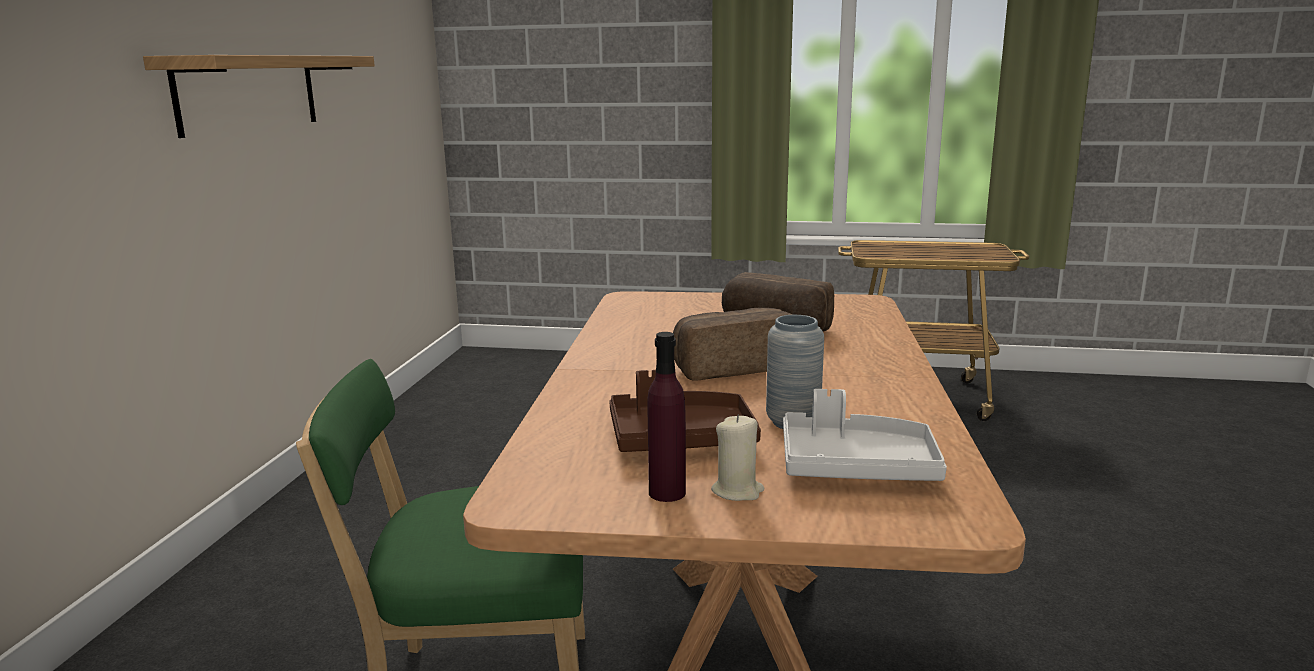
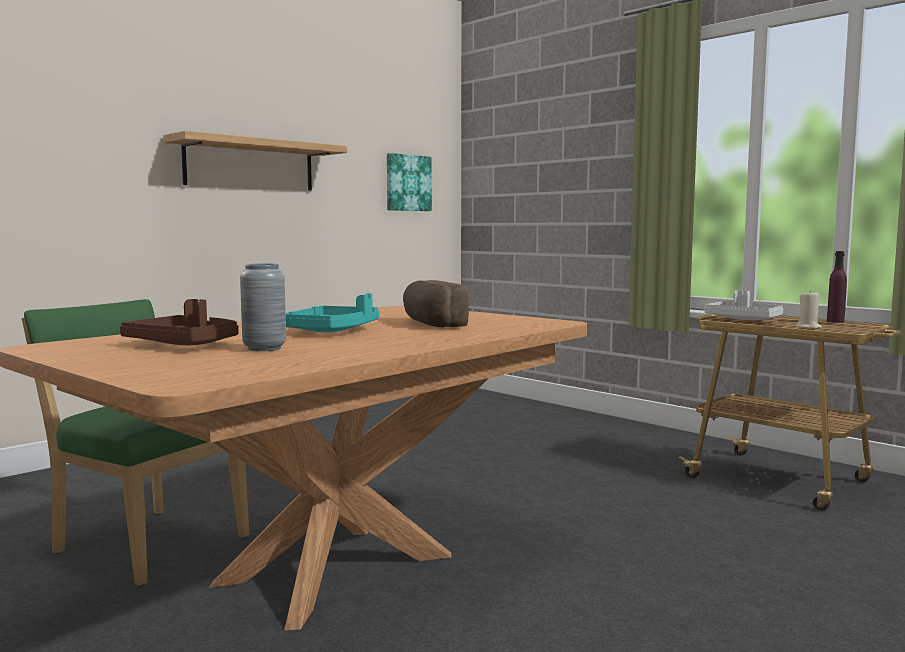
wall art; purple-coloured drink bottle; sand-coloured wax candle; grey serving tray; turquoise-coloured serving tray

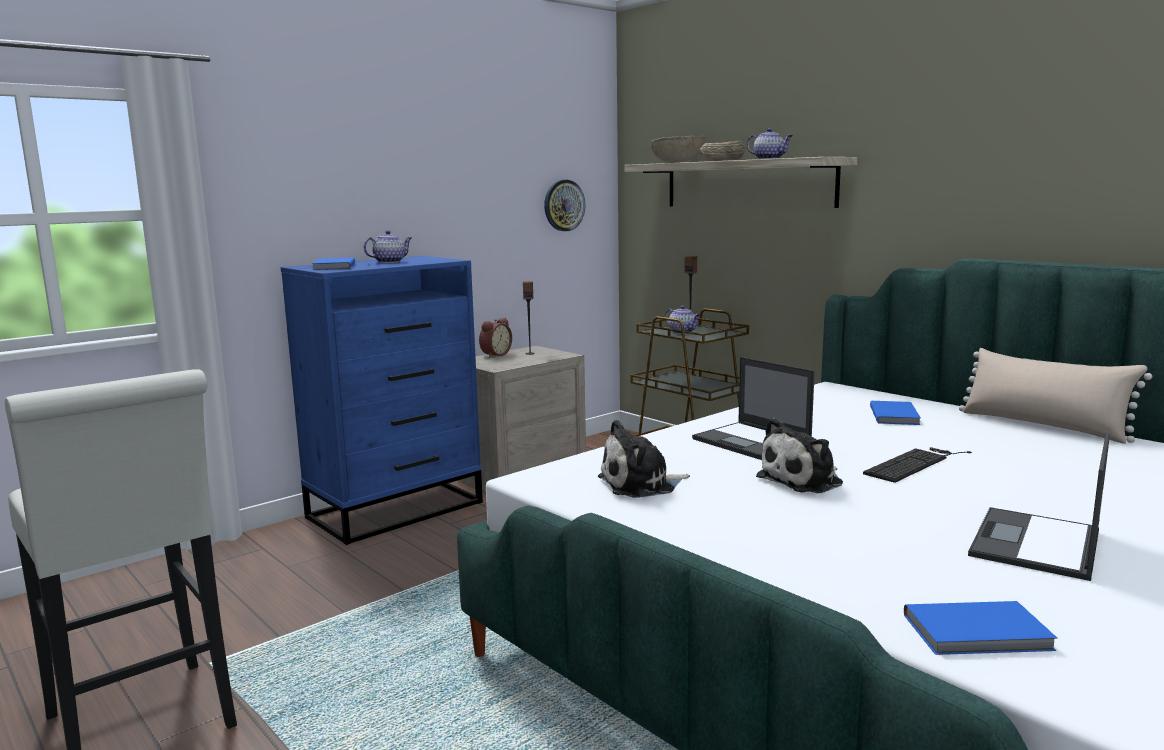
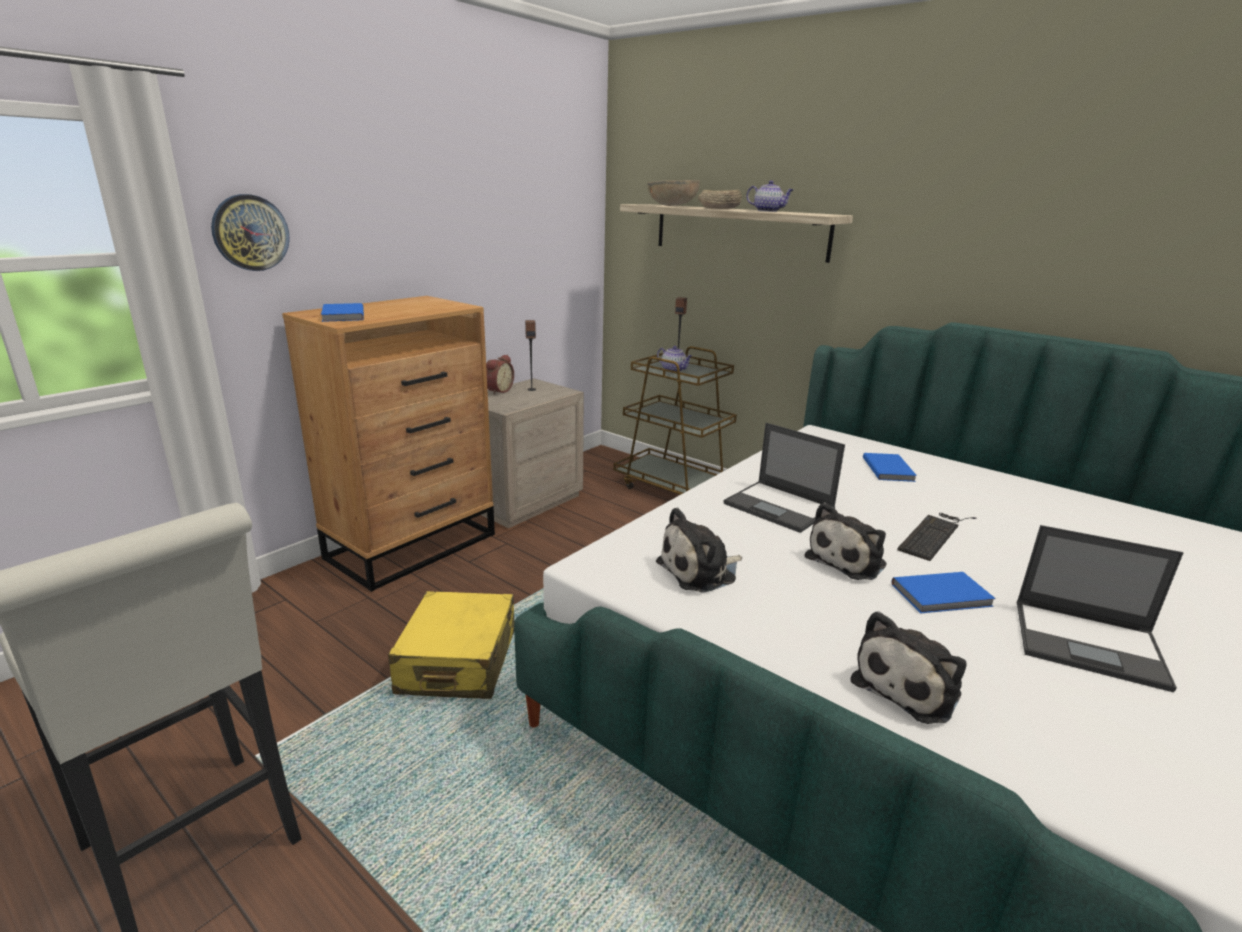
tea pot (1st from left in the first image); sand-coloured pillow; yellowish piece of luggage; plush toy (3rd from left); wall clock; bluish bound book (3rd from left); brown drawer chest; notebook computer (2nd from left)

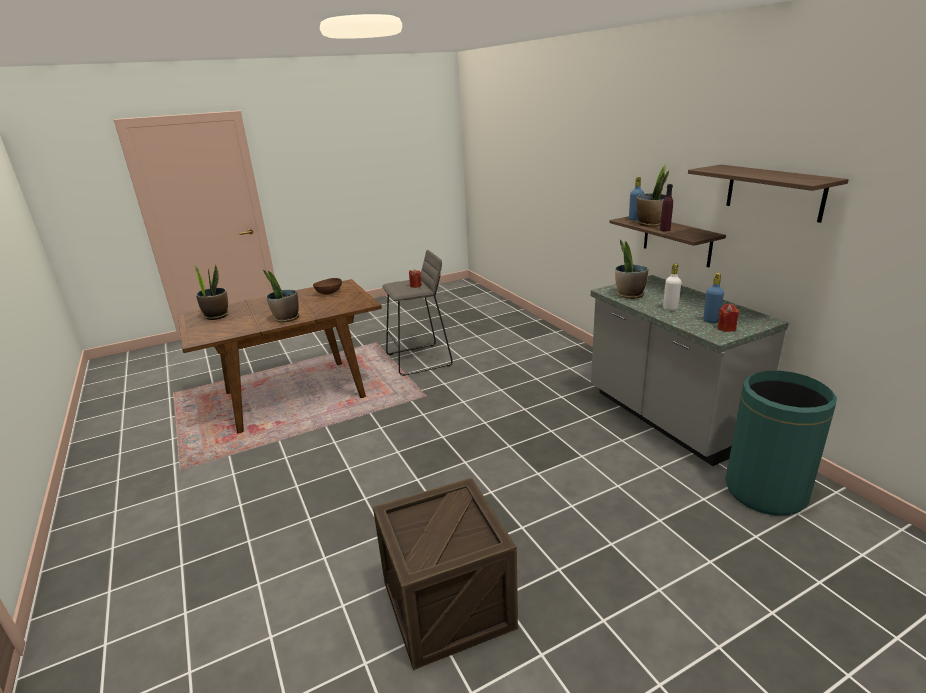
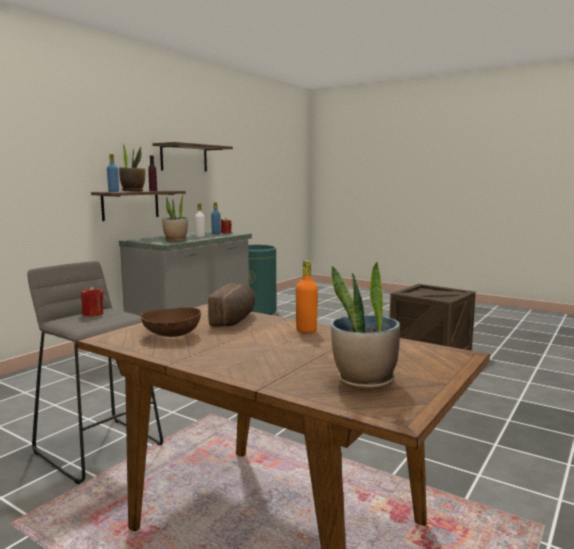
bread; orange-coloured drink bottle

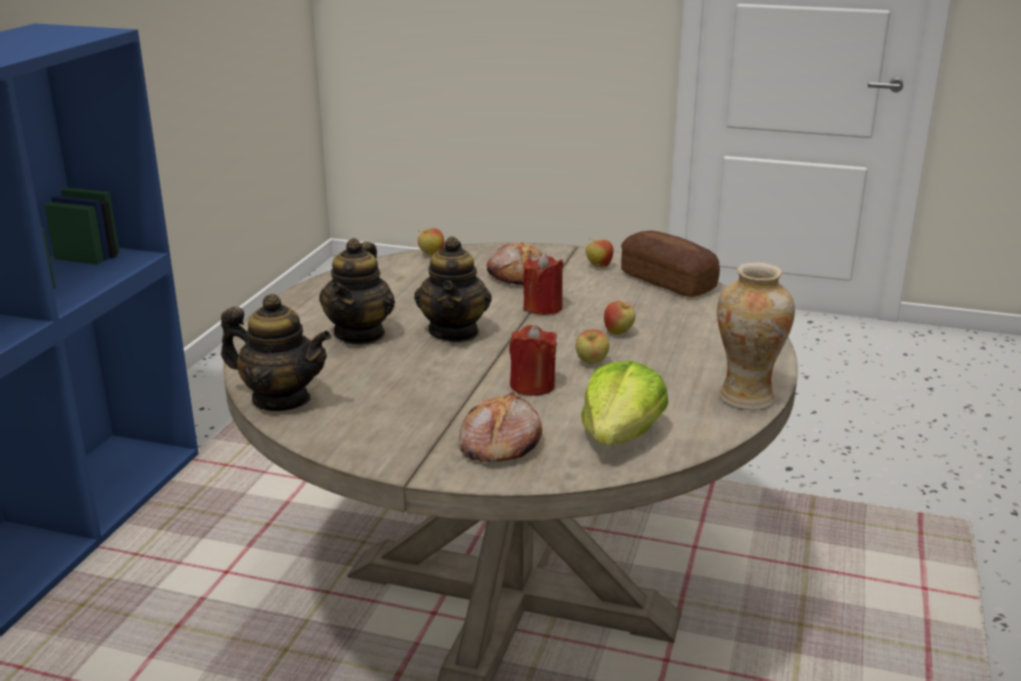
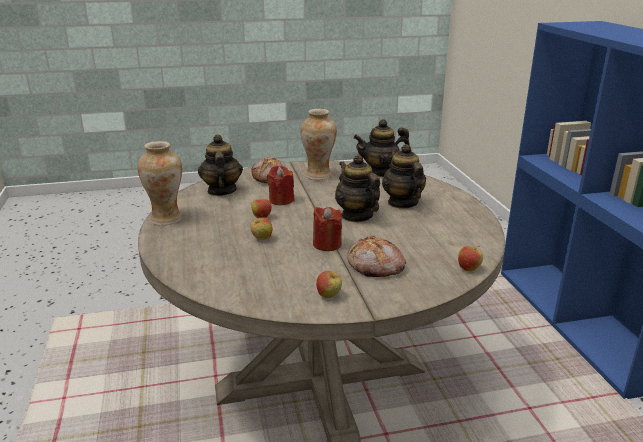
bread (3rd from left in the first image); decorative vase (2nd from left); tea pot (1st from left)

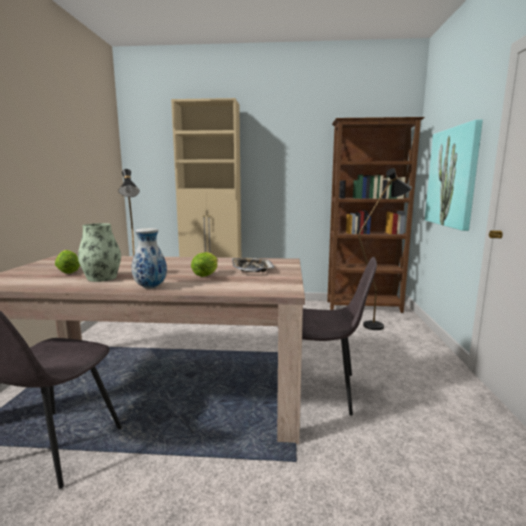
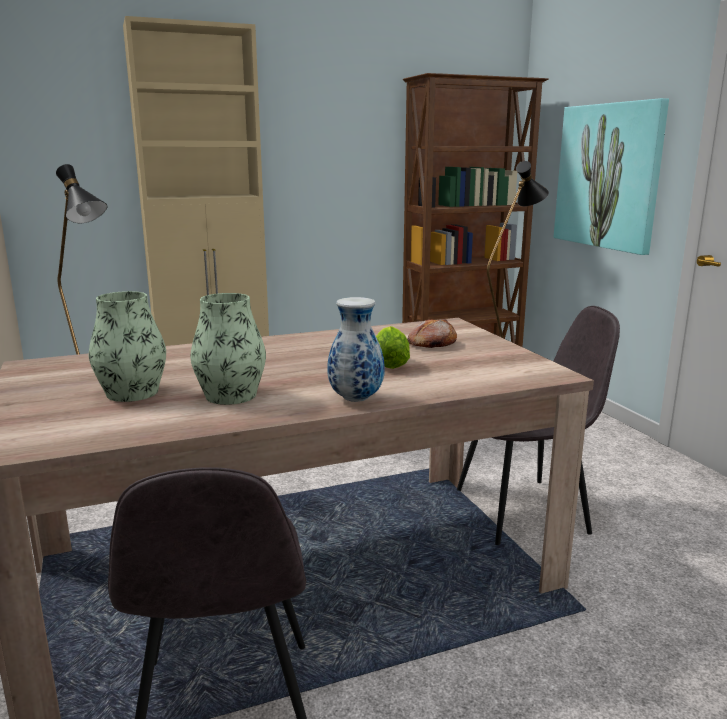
decorative vase (1st from left); bread

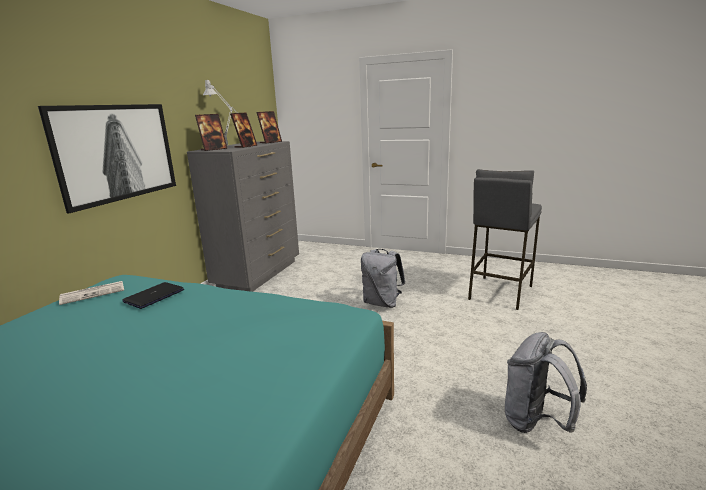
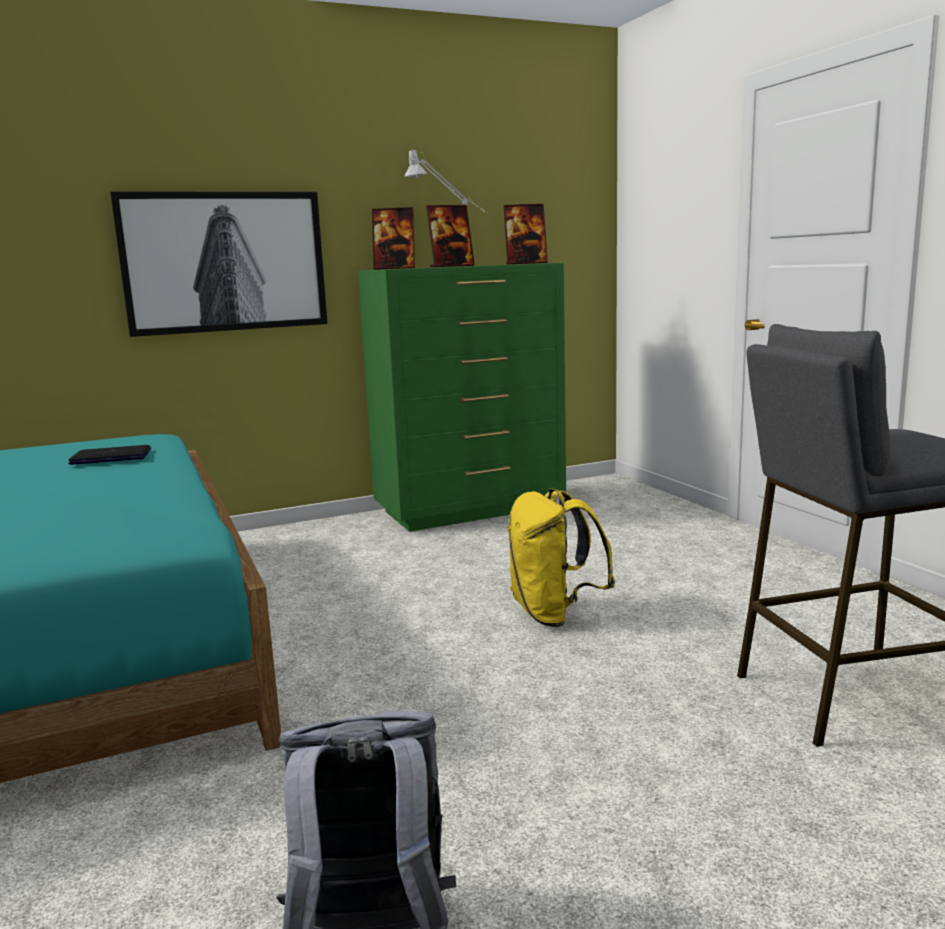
newspaper; greenish drawer chest; yellowish backpack

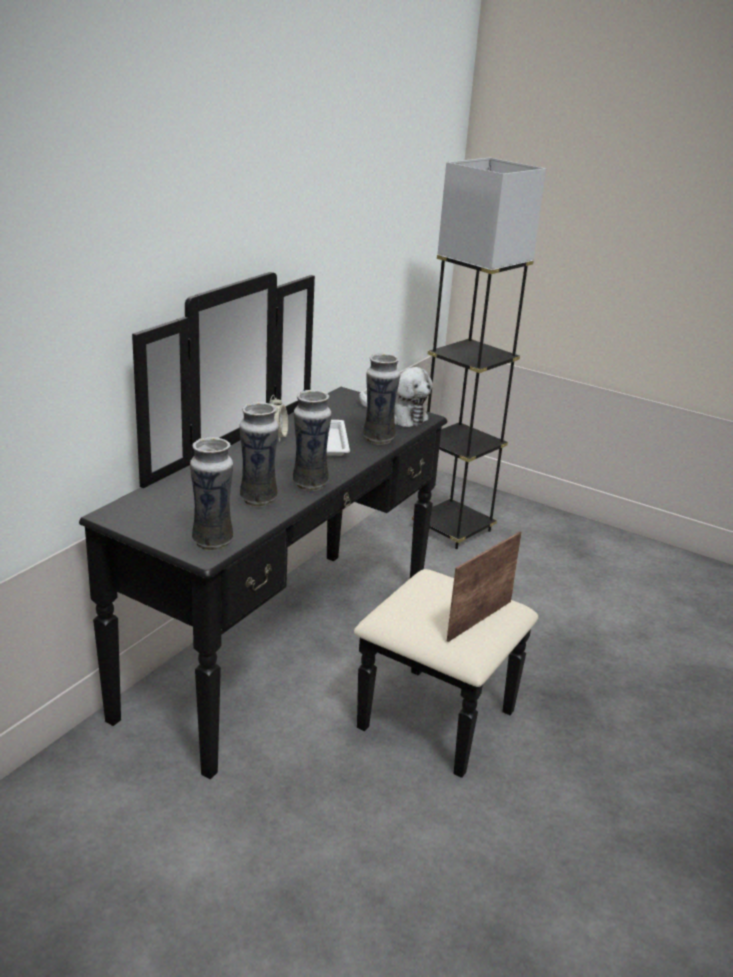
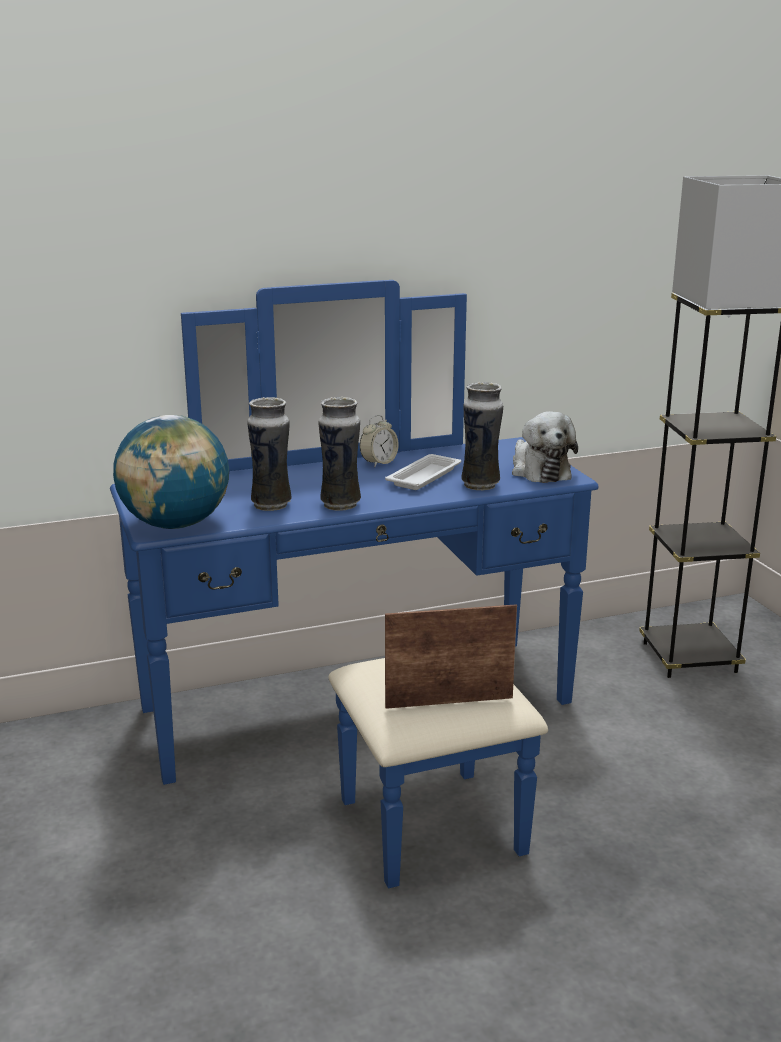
desk globe; bluish drawer chest

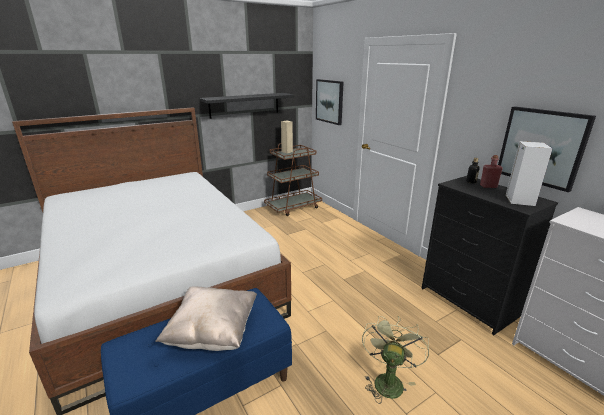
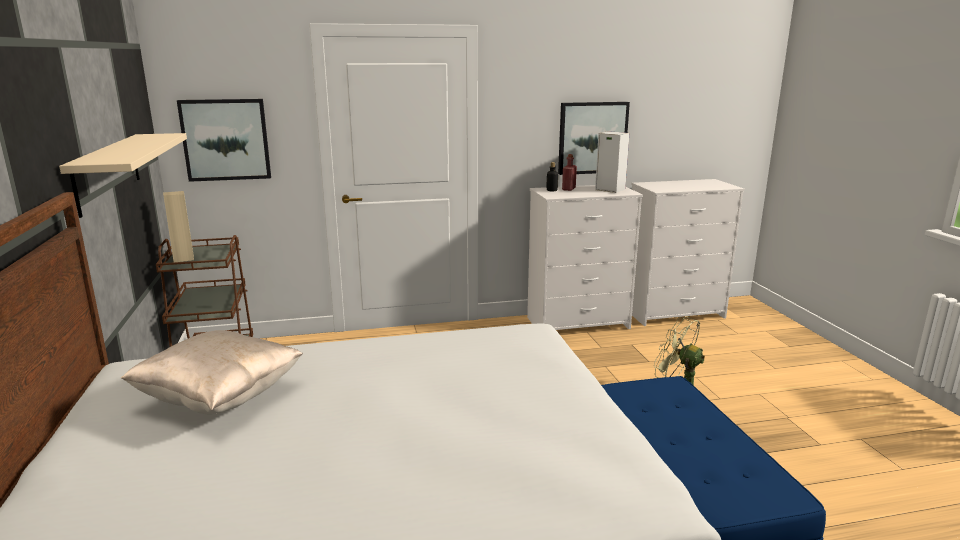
sand-coloured pillow; sand-coloured shelf; whitish drawer chest (1st from left)

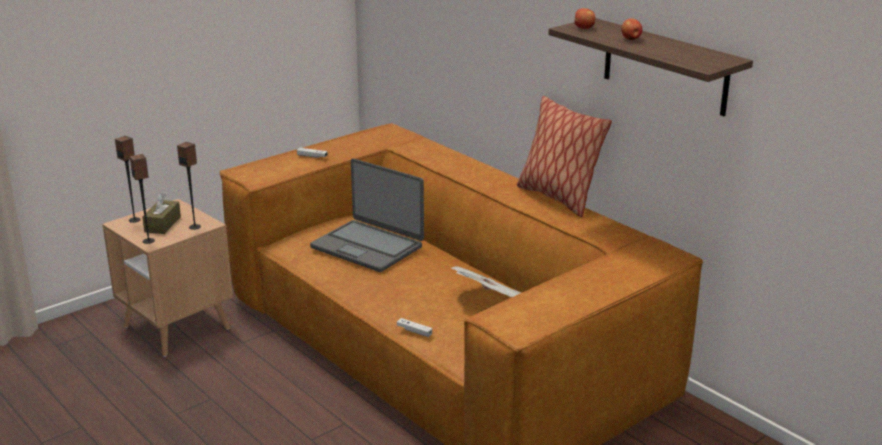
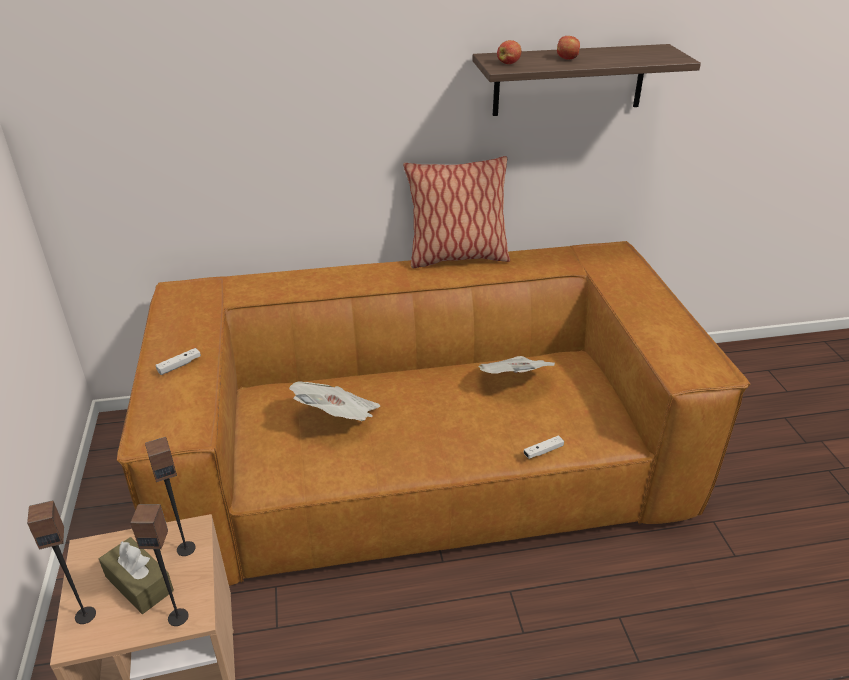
newspaper (1st from left)

